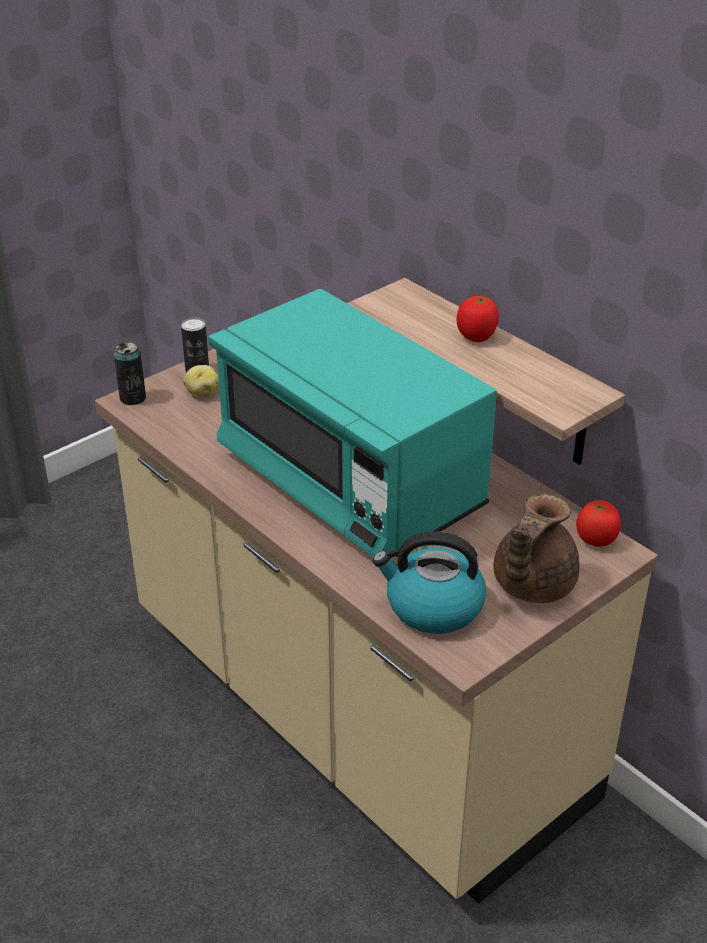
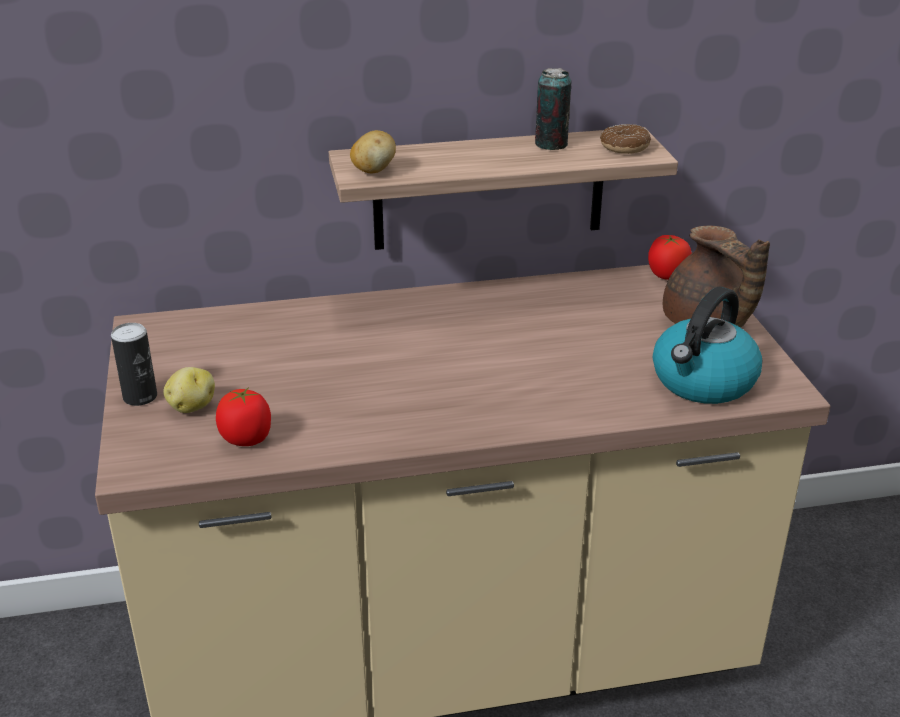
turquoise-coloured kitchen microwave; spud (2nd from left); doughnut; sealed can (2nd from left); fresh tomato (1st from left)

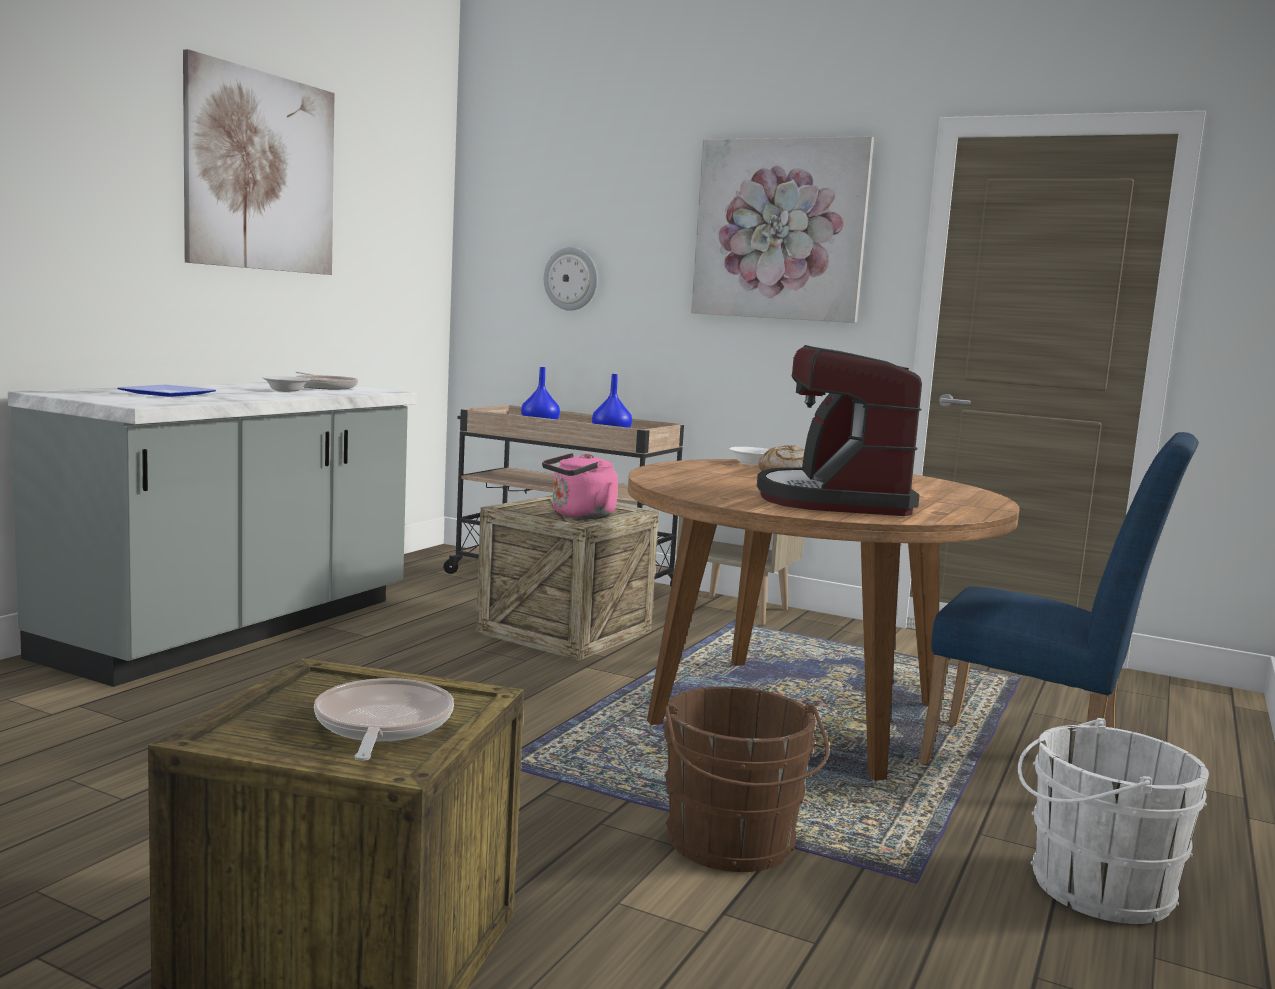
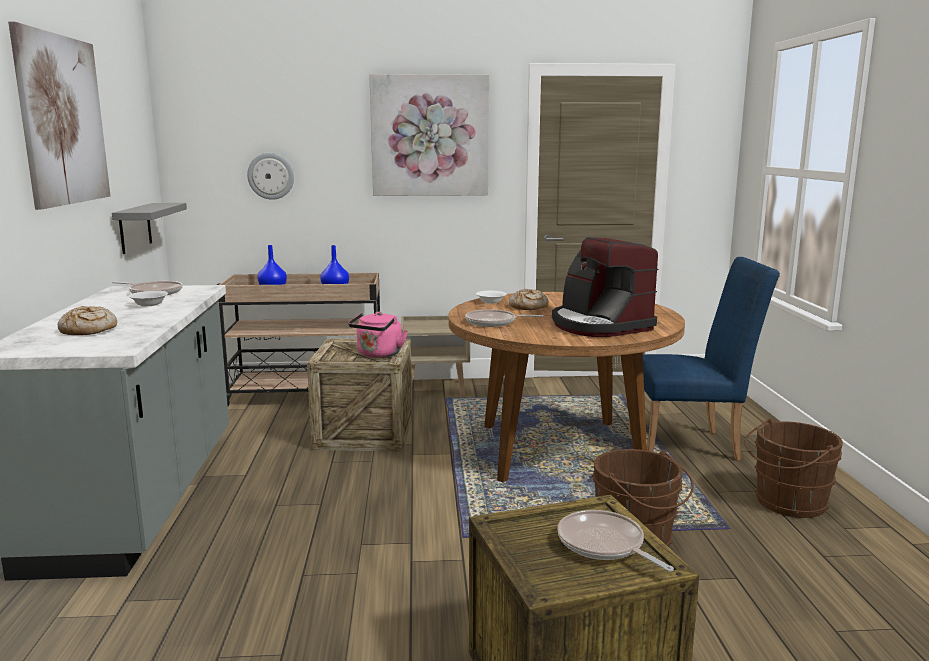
grey shelf; skillet (2nd from left); bread (1st from left); brown water bucket (2nd from left)

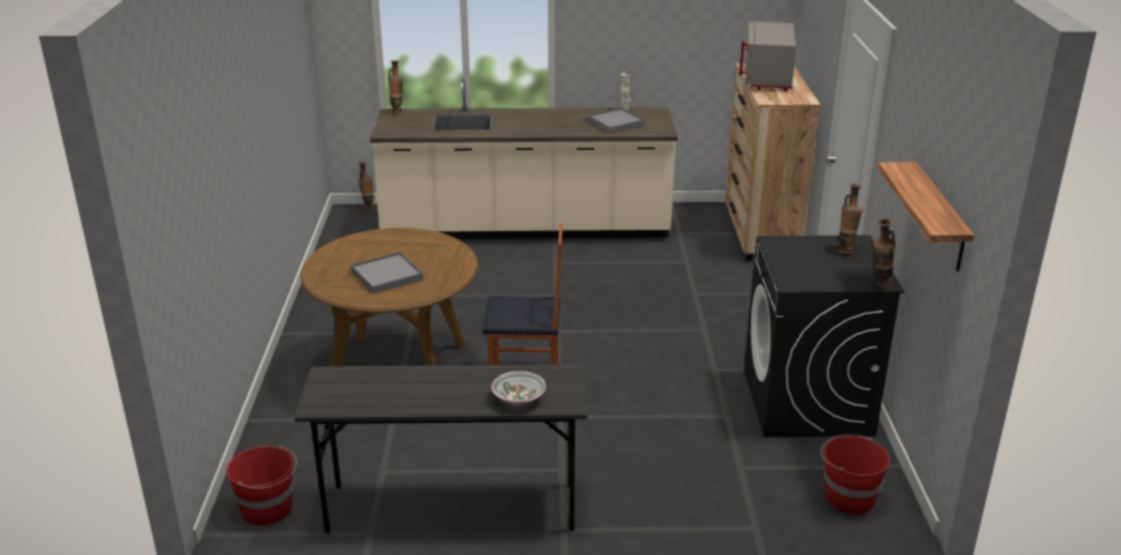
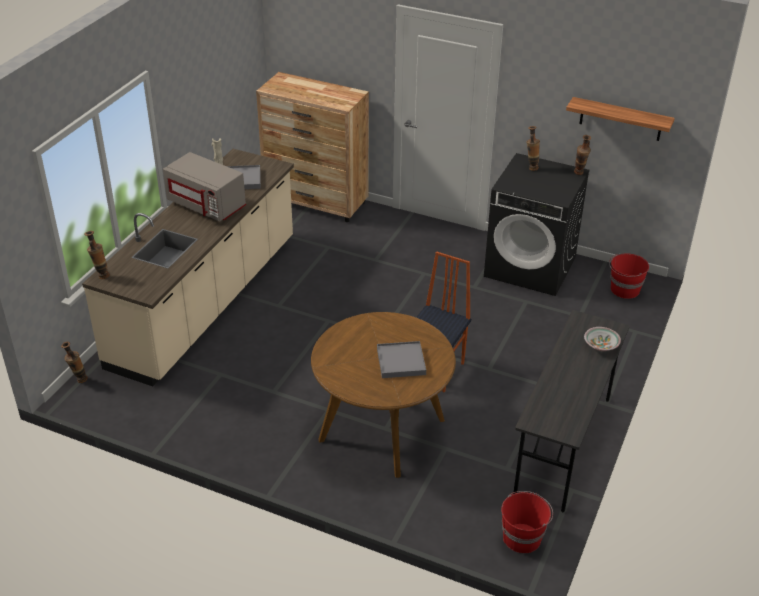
grey kitchen microwave

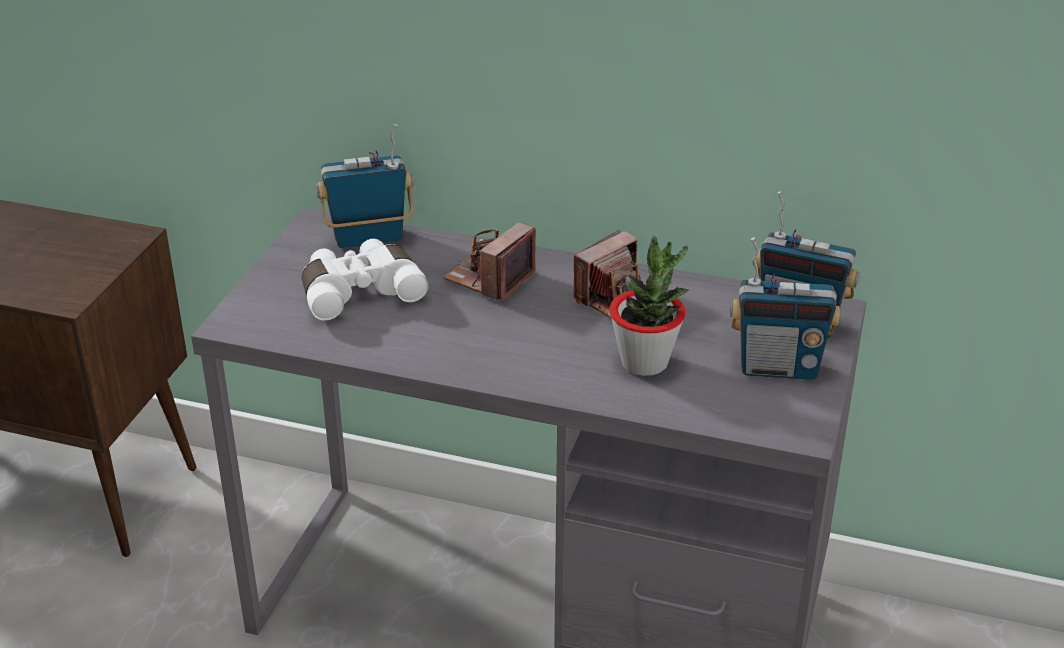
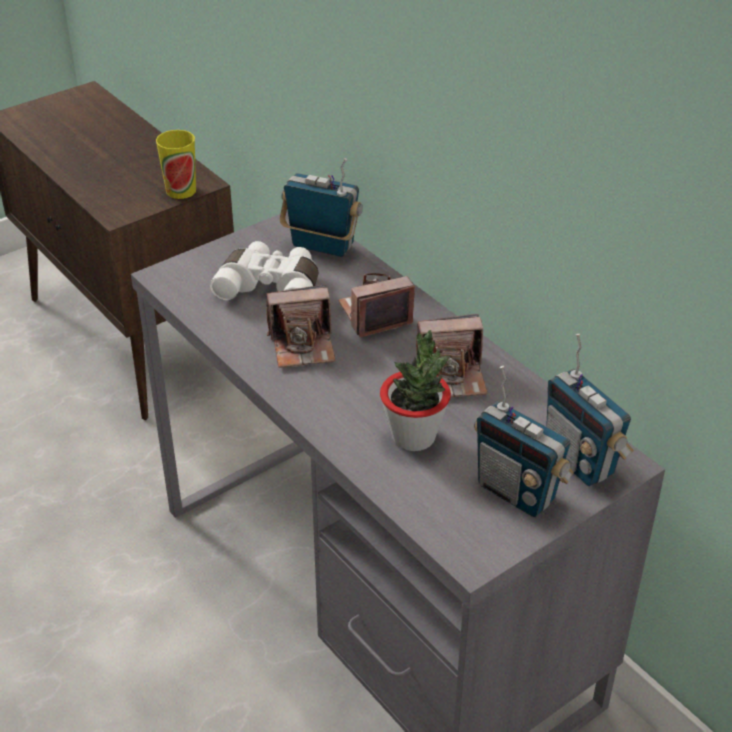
small cup; still camera (1st from left)

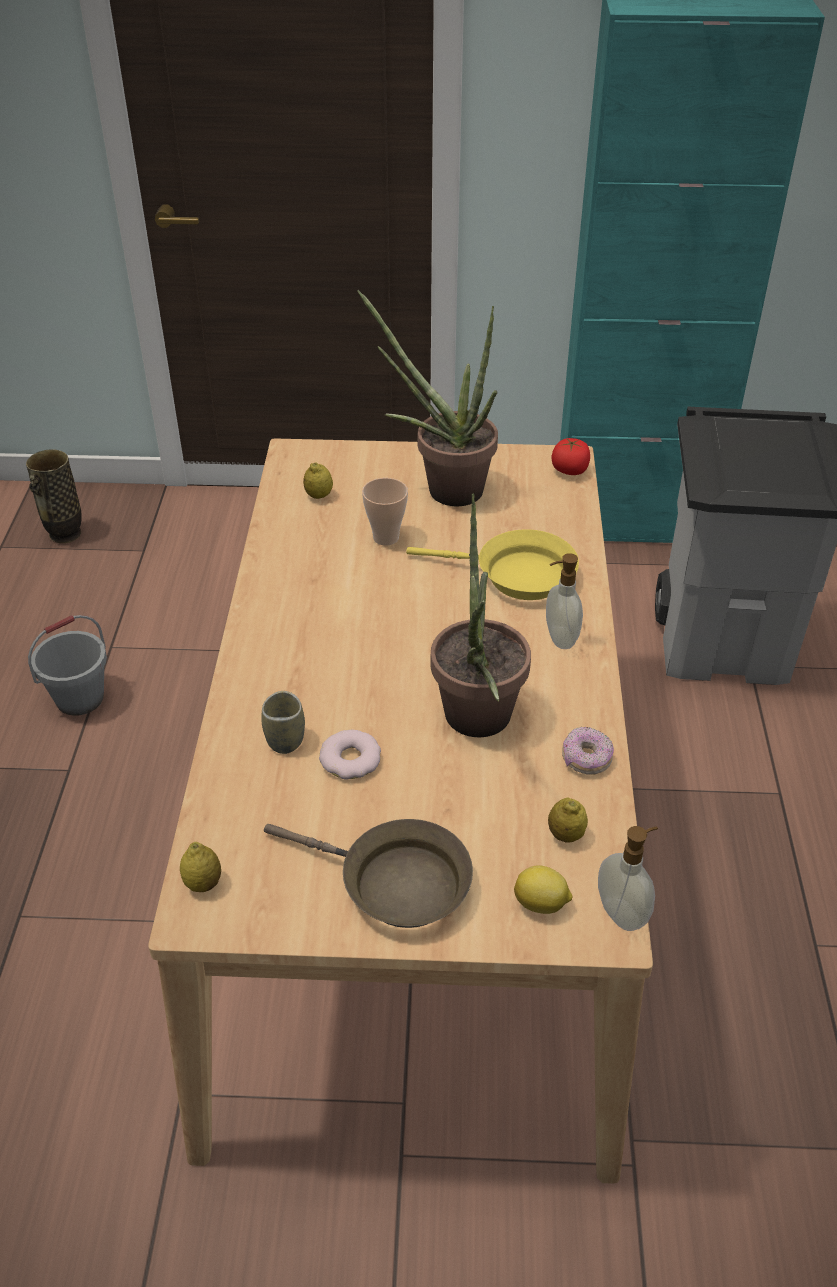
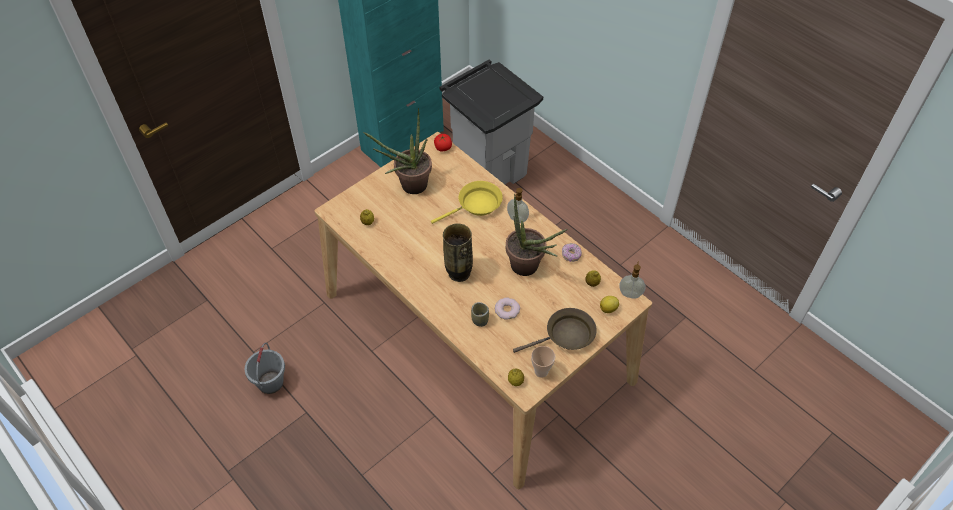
decorative vase; small cup (2nd from left)

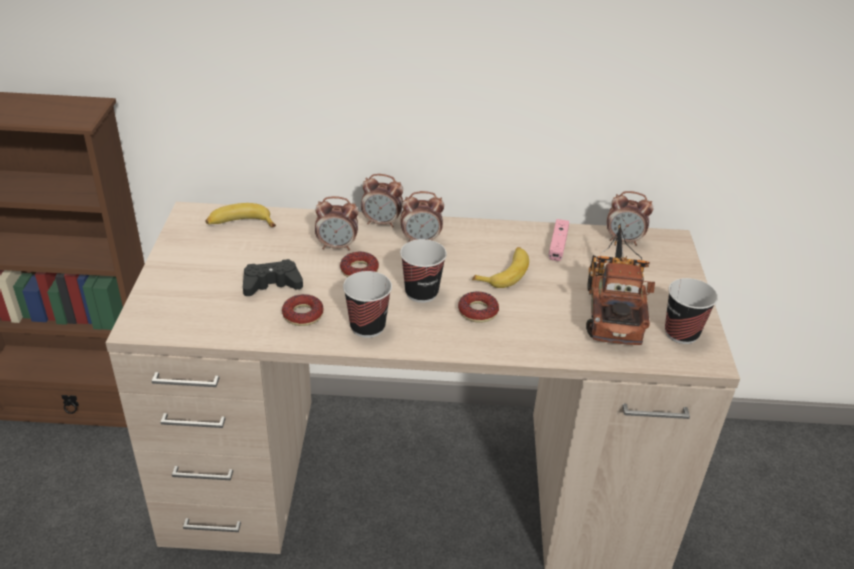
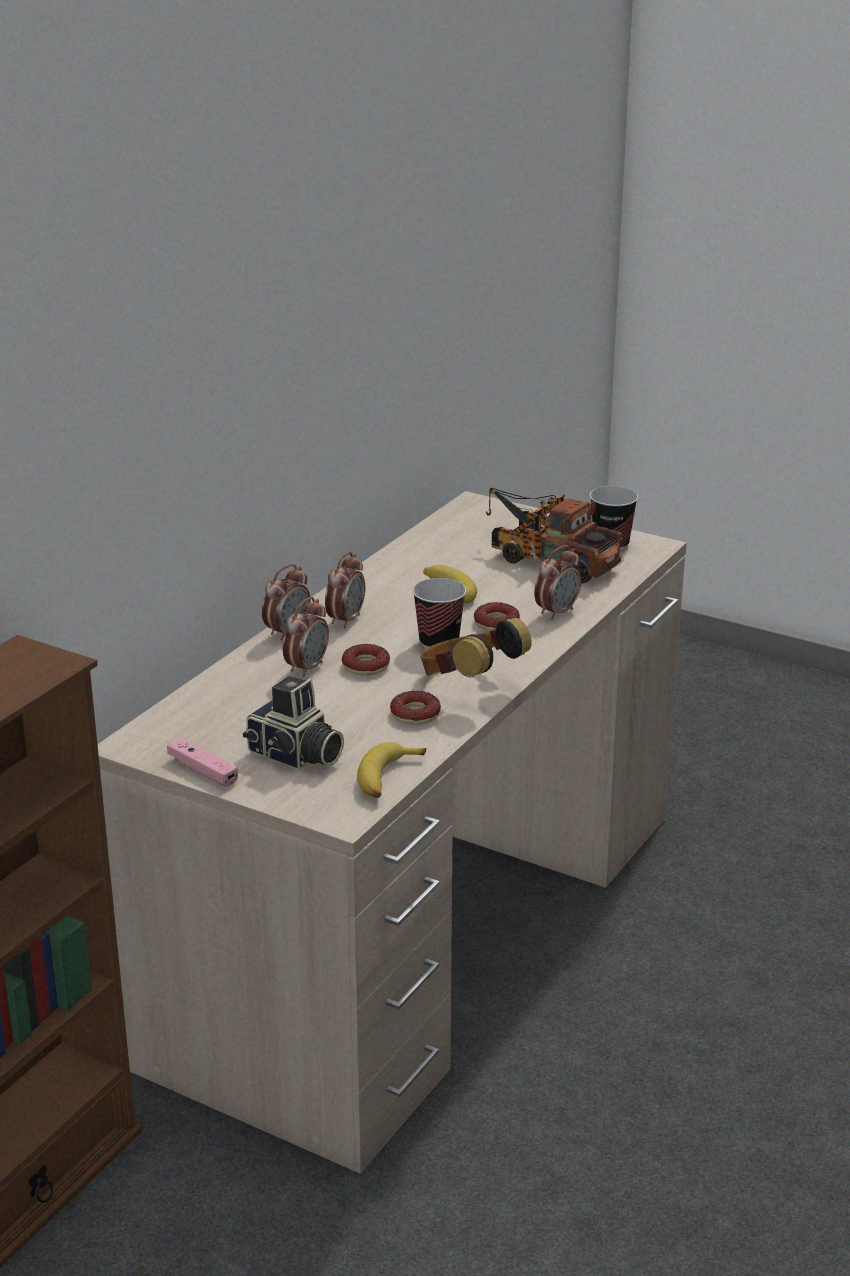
black-coloured game controller; still camera; banana fruit (1st from left); pinkish game controller; bedside clock (4th from left); headset

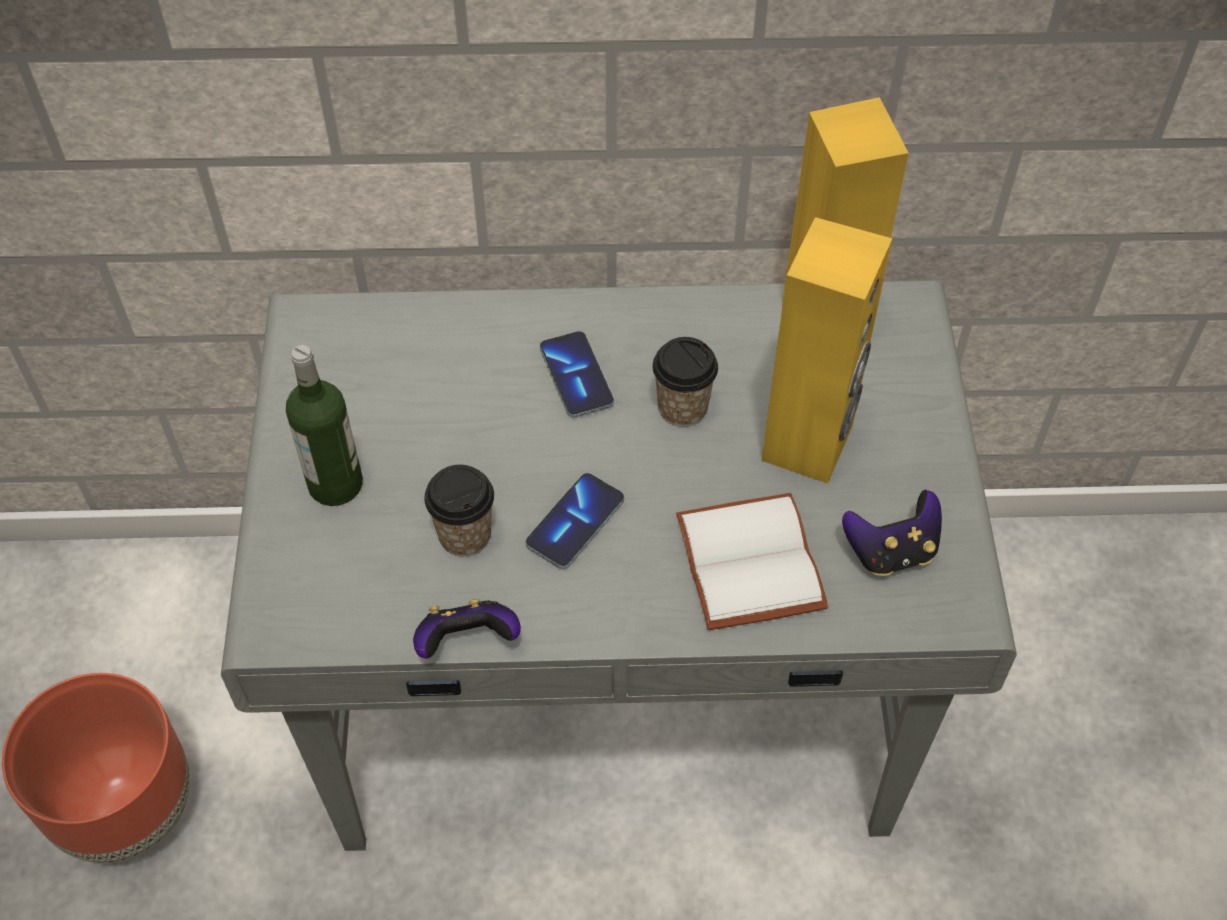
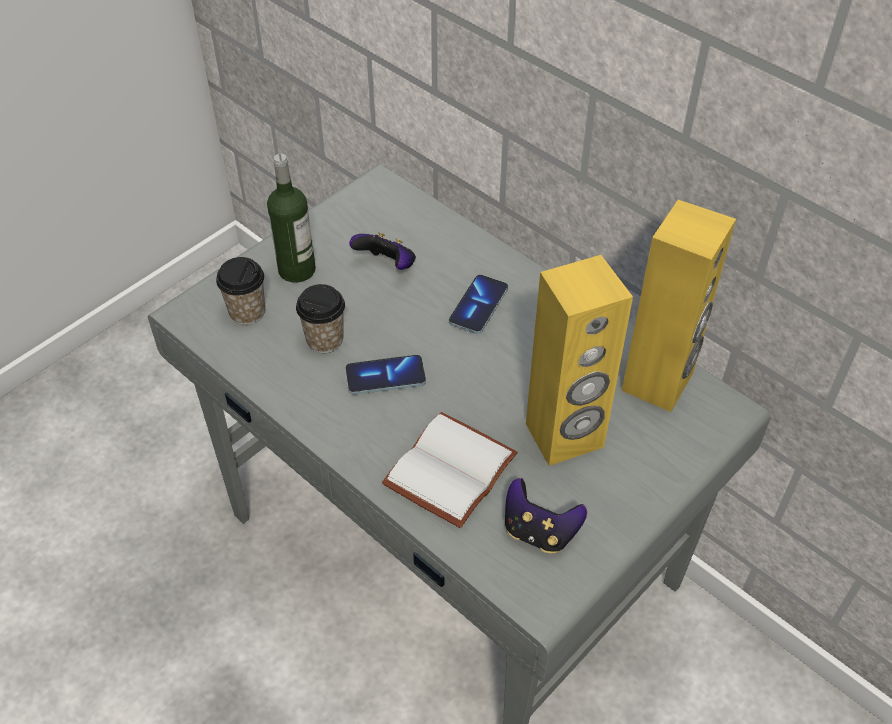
brown plant pot; game controller (1st from left); small cup (1st from left)

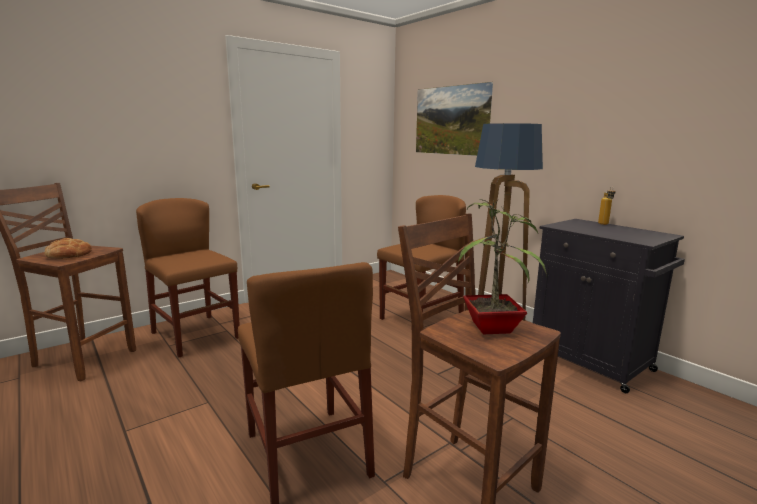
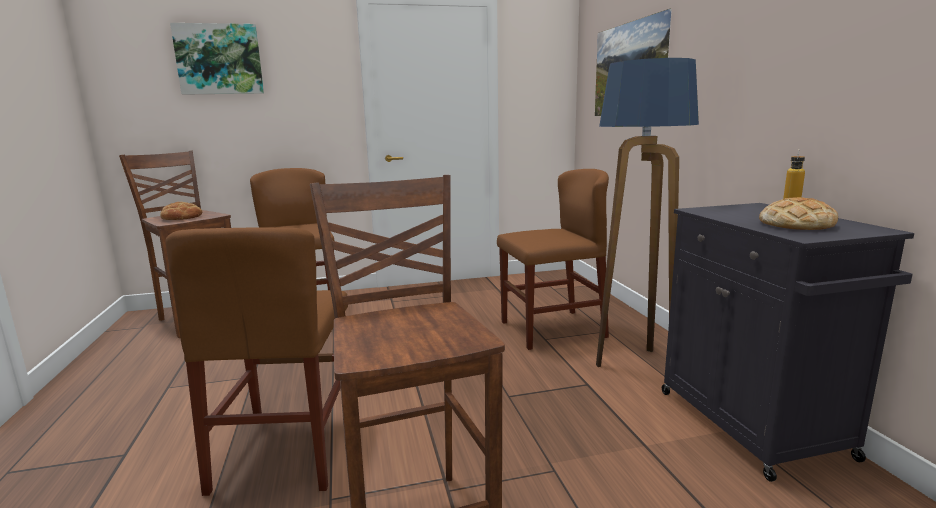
plant in a pot; wall art (1st from left); bread (2nd from left)

